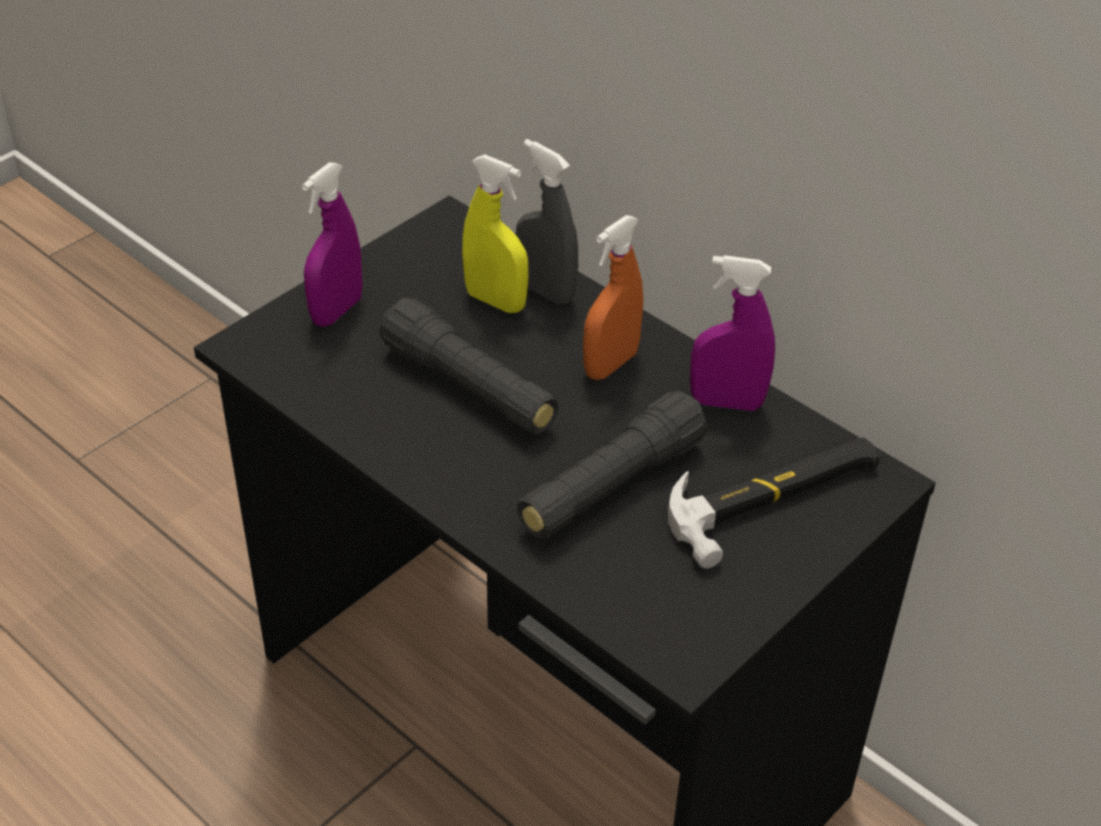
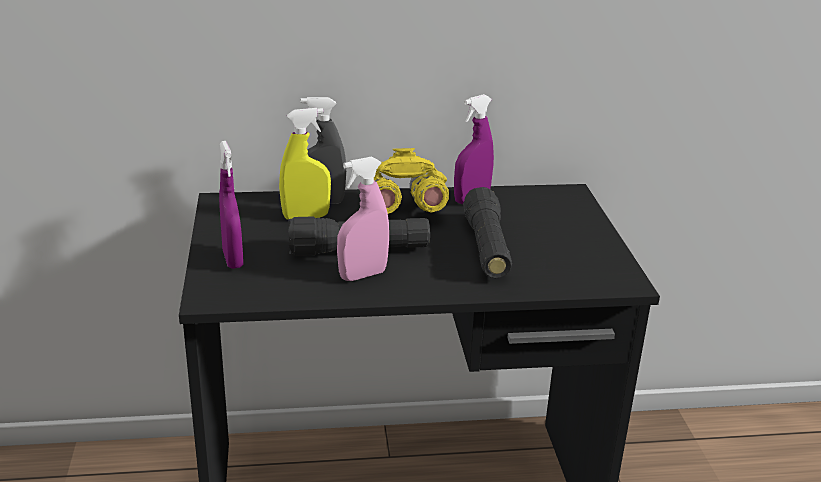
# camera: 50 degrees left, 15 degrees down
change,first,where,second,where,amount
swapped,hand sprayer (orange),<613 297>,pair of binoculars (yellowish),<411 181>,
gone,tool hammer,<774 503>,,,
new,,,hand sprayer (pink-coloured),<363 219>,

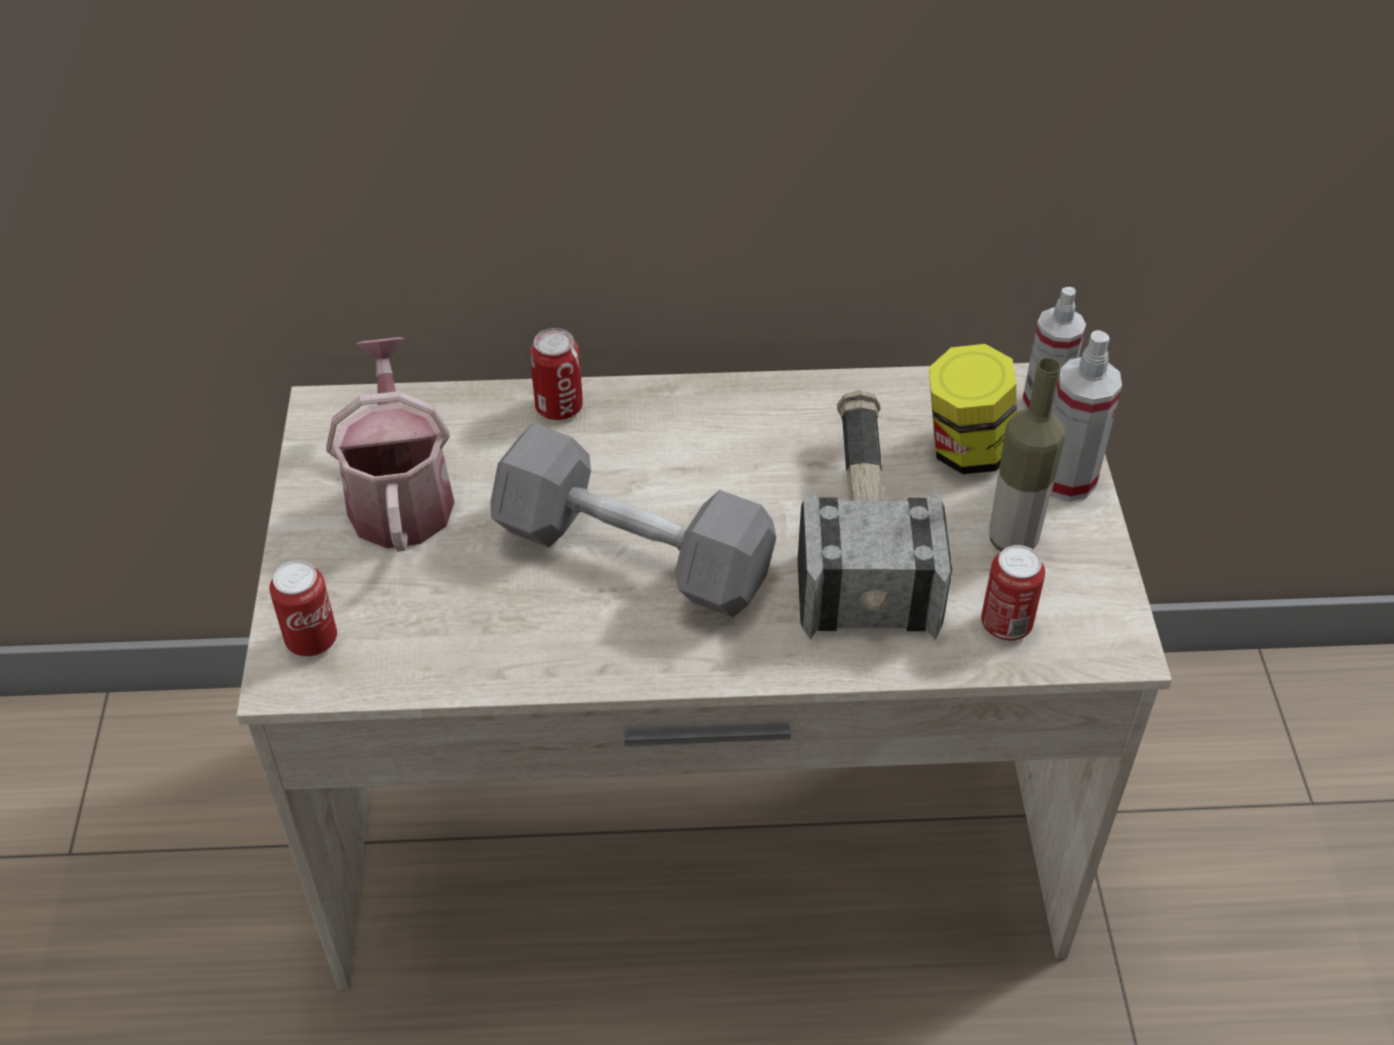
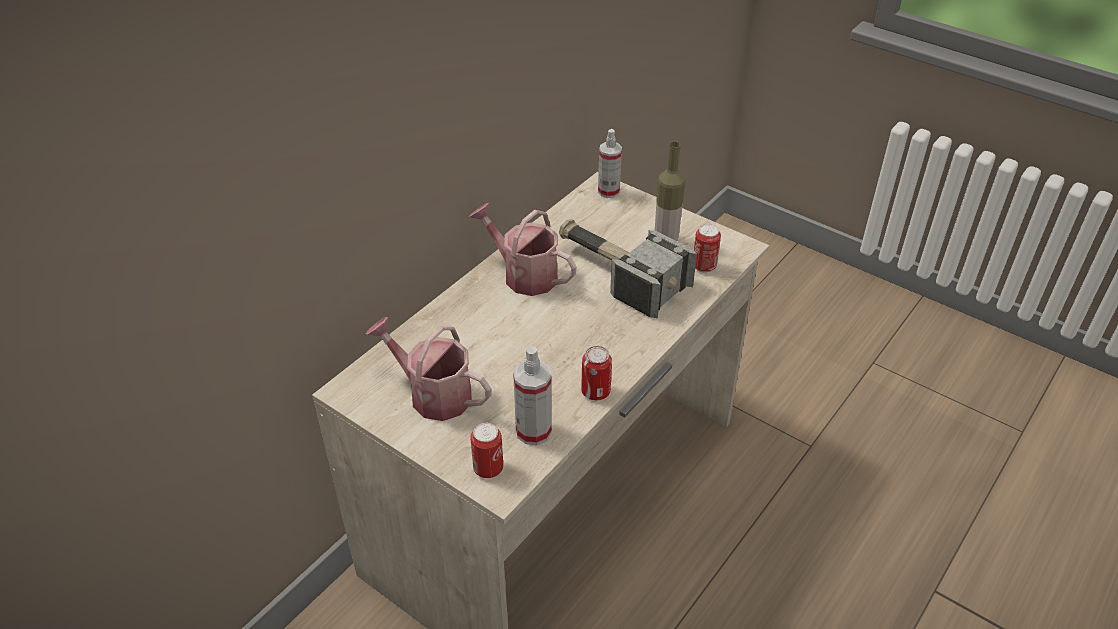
# camera: 50 degrees left, 5 degrees down
change,first,where,second,where,amount
gone,dumbbell (greyish),<633 520>,,,
shifted,can,<556 374>,,<596 373>,
gone,jar,<973 409>,,,
shifted,hand sprayer,<1086 415>,,<532 395>,
new,,,watering can,<523 249>,

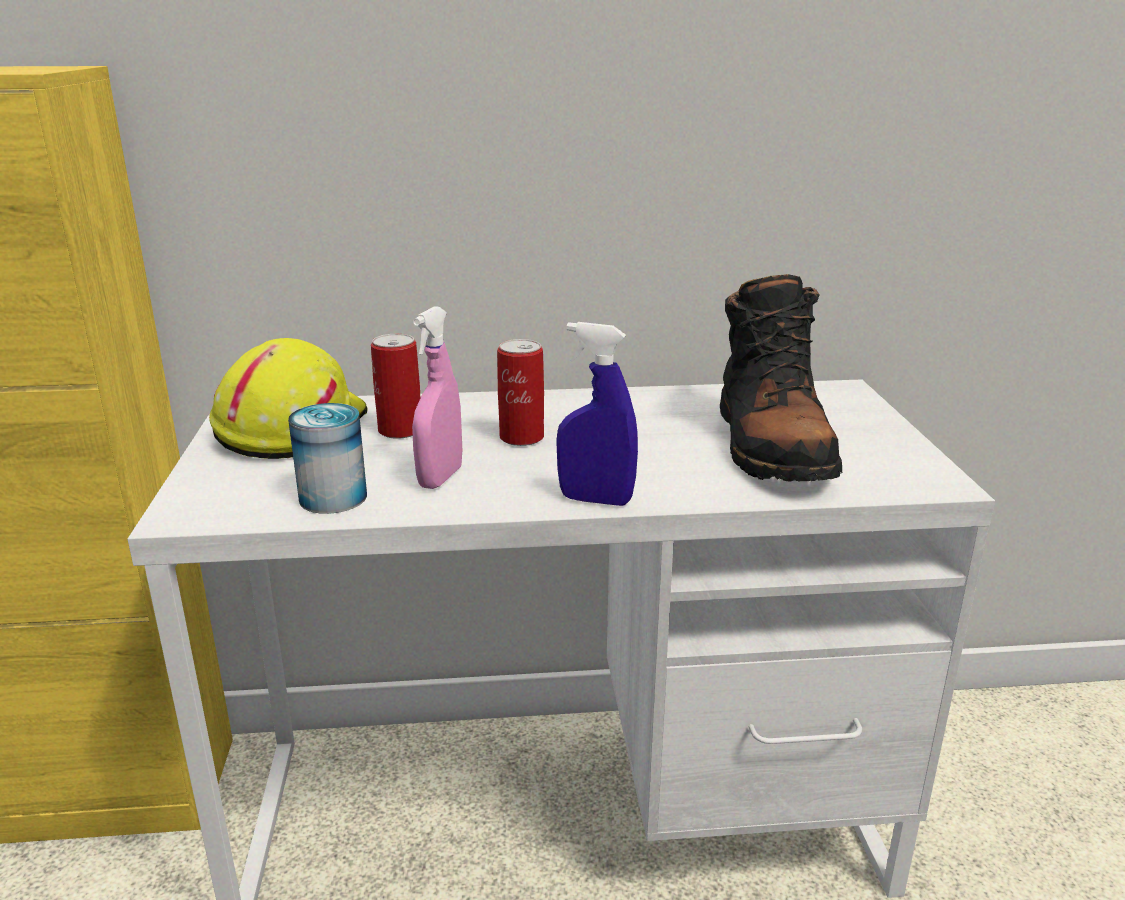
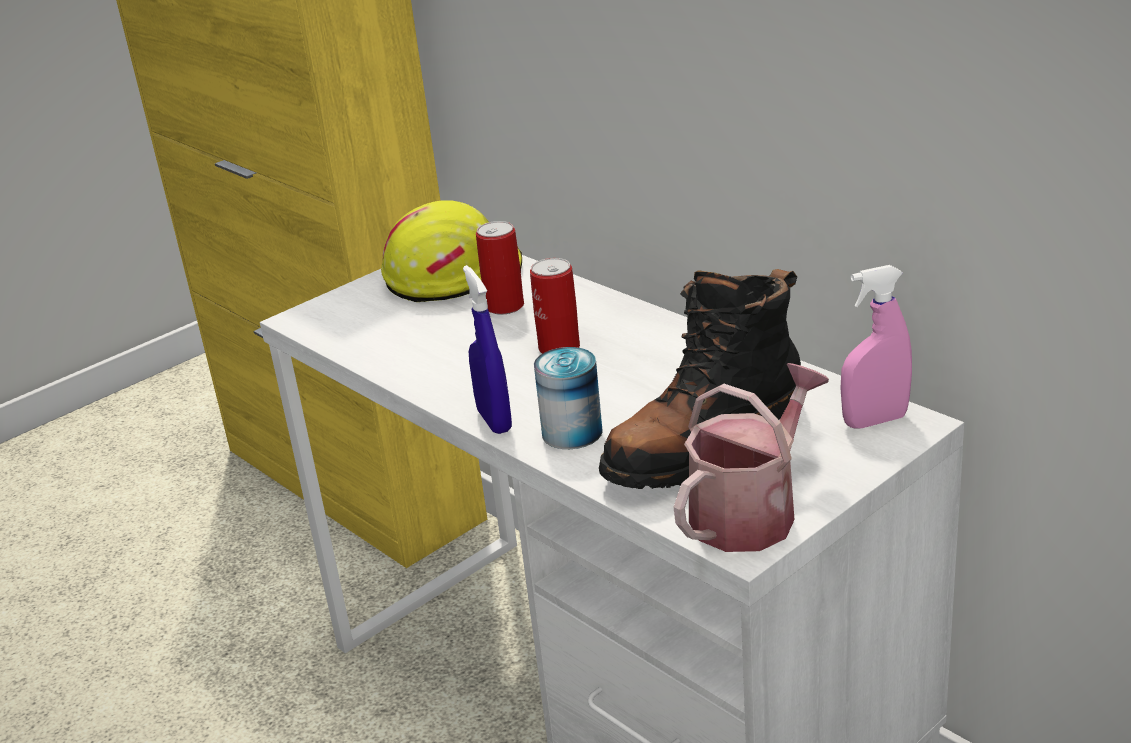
# camera: 55 degrees right, 5 degrees up
change,first,where,second,where,amount
shifted,can,<327 458>,,<568 398>,
shifted,hand sprayer (pink-coloured),<437 397>,,<876 347>,
new,,,watering can,<751 457>,

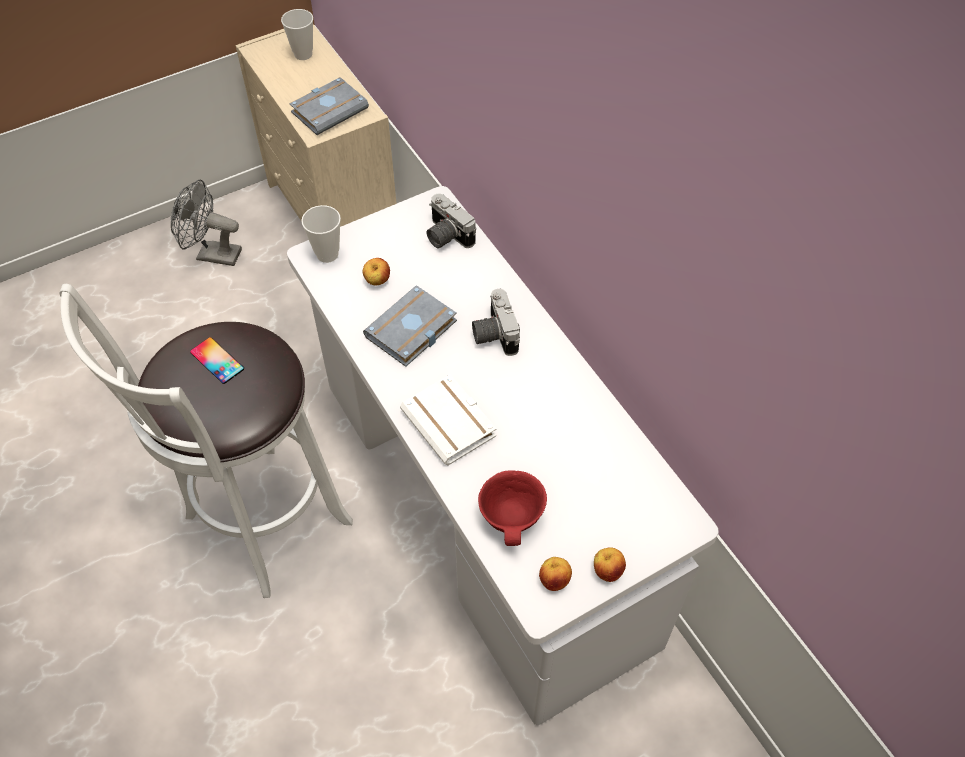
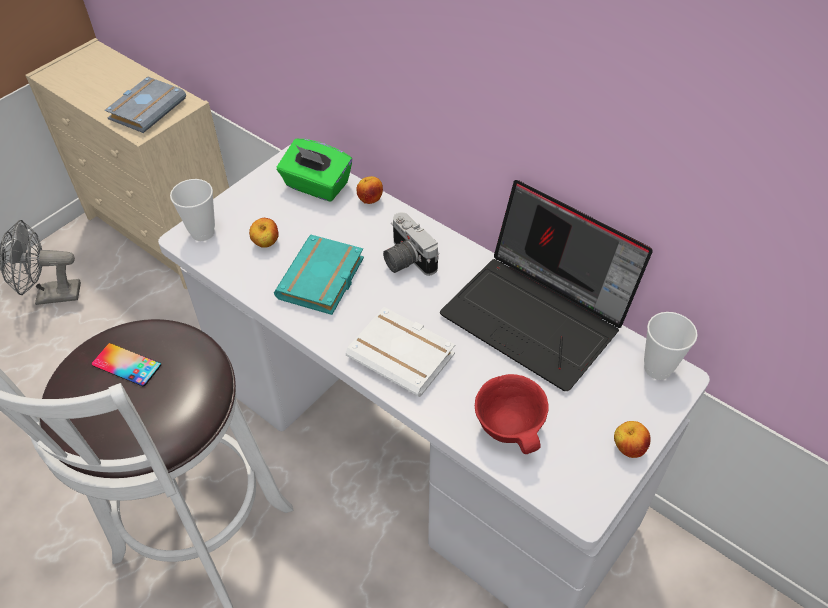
# camera: 20 degrees left, 5 degrees down
change,first,where,second,where,amount
shifted,drinking cup,<297 34>,,<671 346>,
repainted,book (greyish),<410 326>,book (turquoise),<319 275>,
swapped,photo camera,<451 221>,tissue box (greenish),<314 170>,
shifted,whole apple,<555 574>,,<369 190>,
new,,,notebook computer,<546 285>,

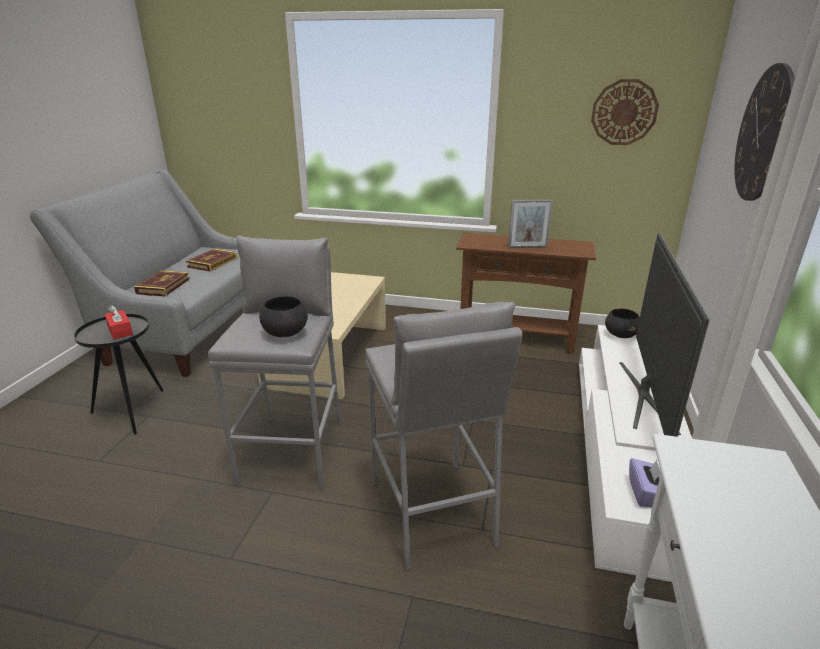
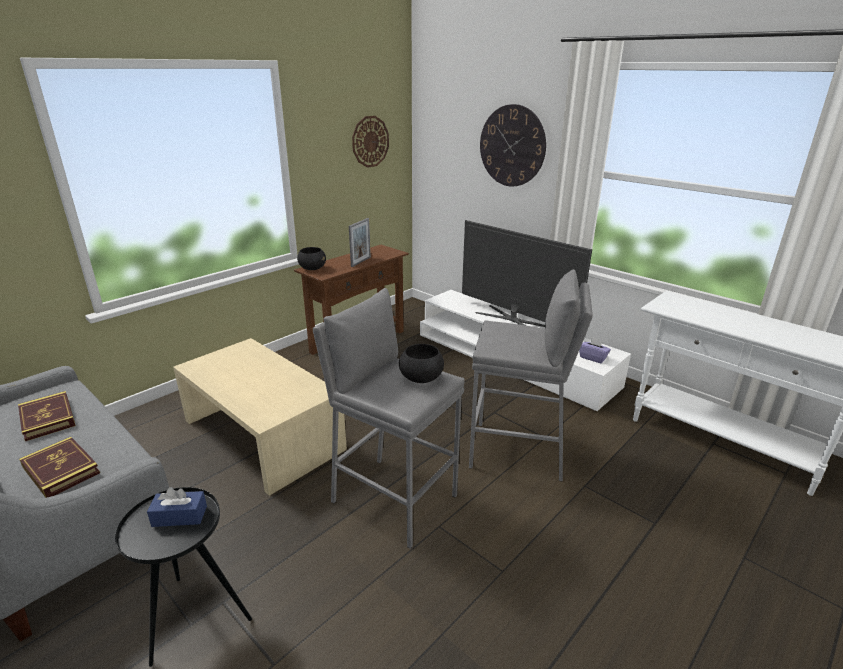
# camera: 60 degrees left, 0 degrees up
change,first,where,second,where,amount
repainted,tissue box (reddish),<118 322>,tissue box (blue),<177 507>,
shifted,deep dish (black-coloured),<622 323>,,<311 258>,

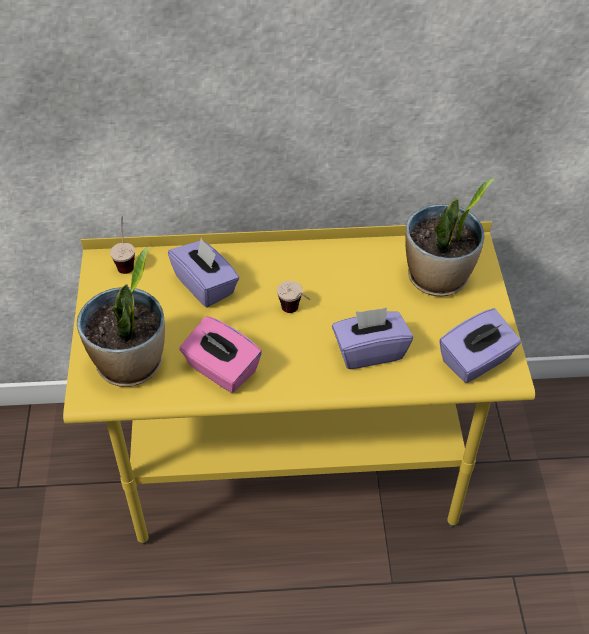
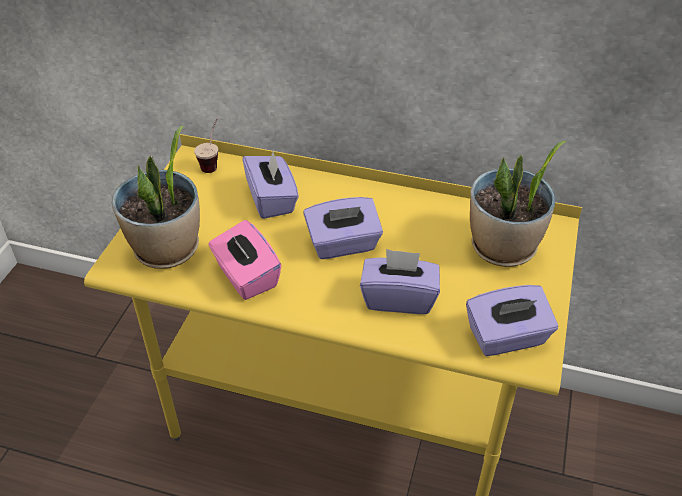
# camera: 20 degrees right, 5 degrees down
change,first,where,second,where,amount
swapped,drinking cup,<293 297>,tissue box (purple),<343 228>,

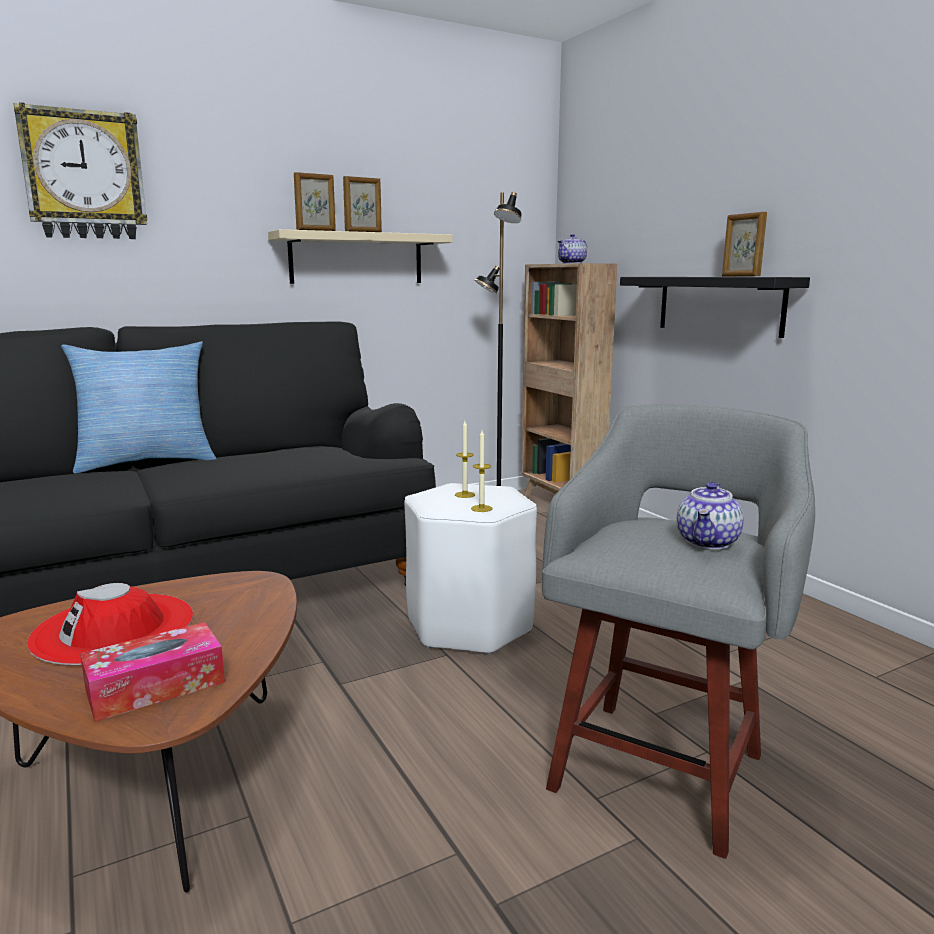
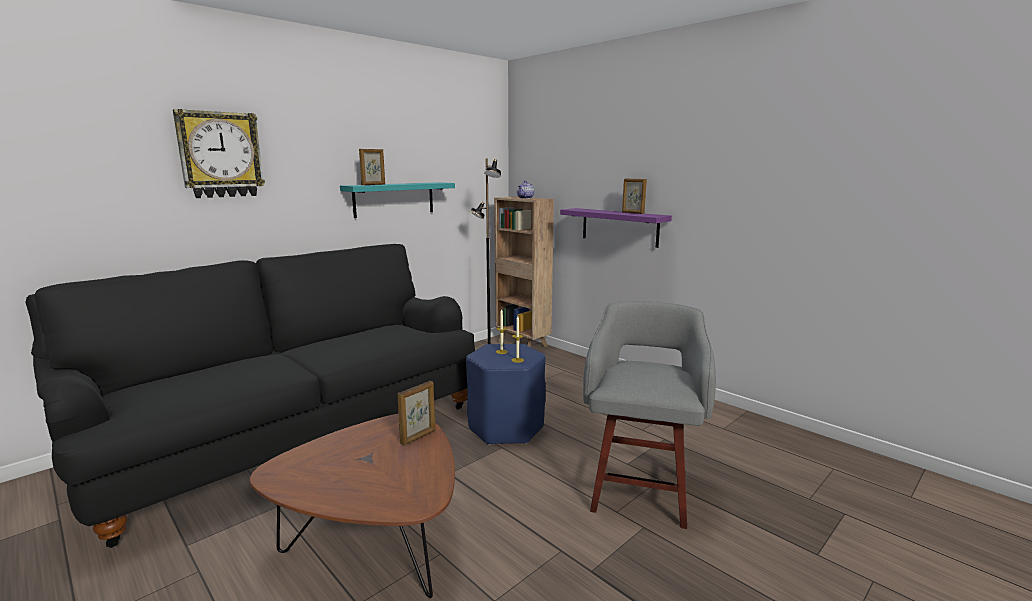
# camera: 15 degrees left, 0 degrees up
change,first,where,second,where,amount
gone,clothing hat (reddish),<110 624>,,,
gone,pillow,<138 407>,,,
gone,tissue box,<152 671>,,,
repainted,shelf (beige-coloured),<360 256>,shelf (turquoise),<397 200>,
shifted,standing frame,<362 204>,,<416 413>,
repainted,stool seat (white-coloured),<470 569>,stool seat (blue),<505 394>,
repainted,shelf (black-coloured),<715 307>,shelf (purple),<616 228>,
gone,pot for tea,<710 515>,,,

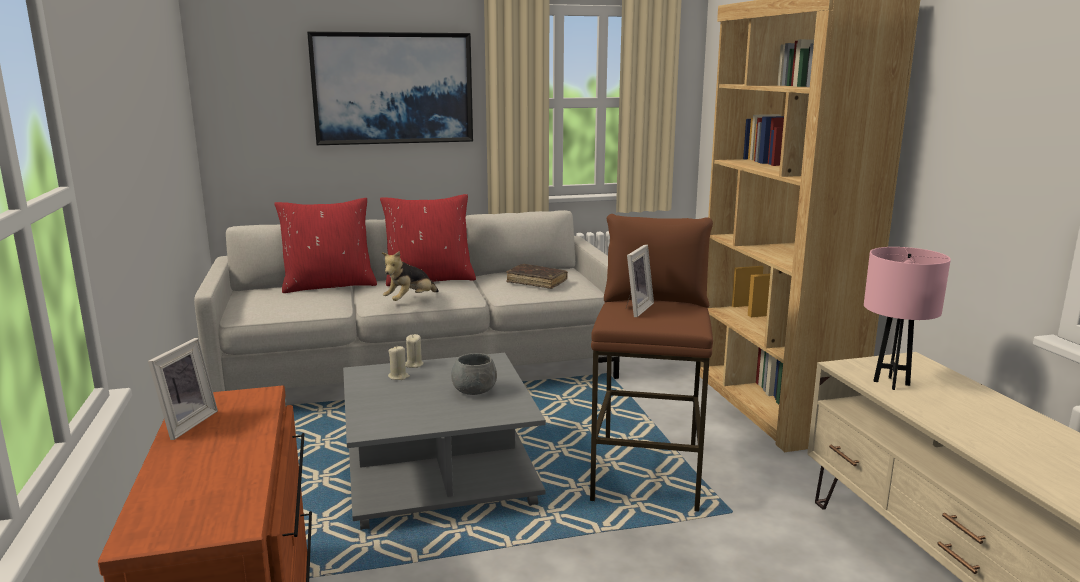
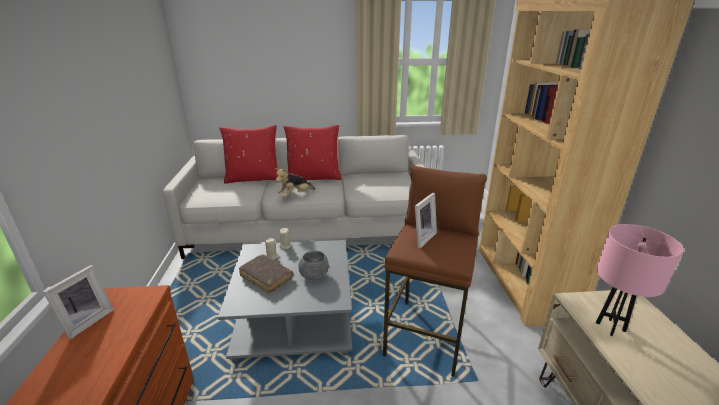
# camera: 10 degrees right, 10 degrees up
change,first,where,second,where,amount
gone,wall art,<390 88>,,,
shifted,book (brown-coloured),<537 276>,,<266 273>,

